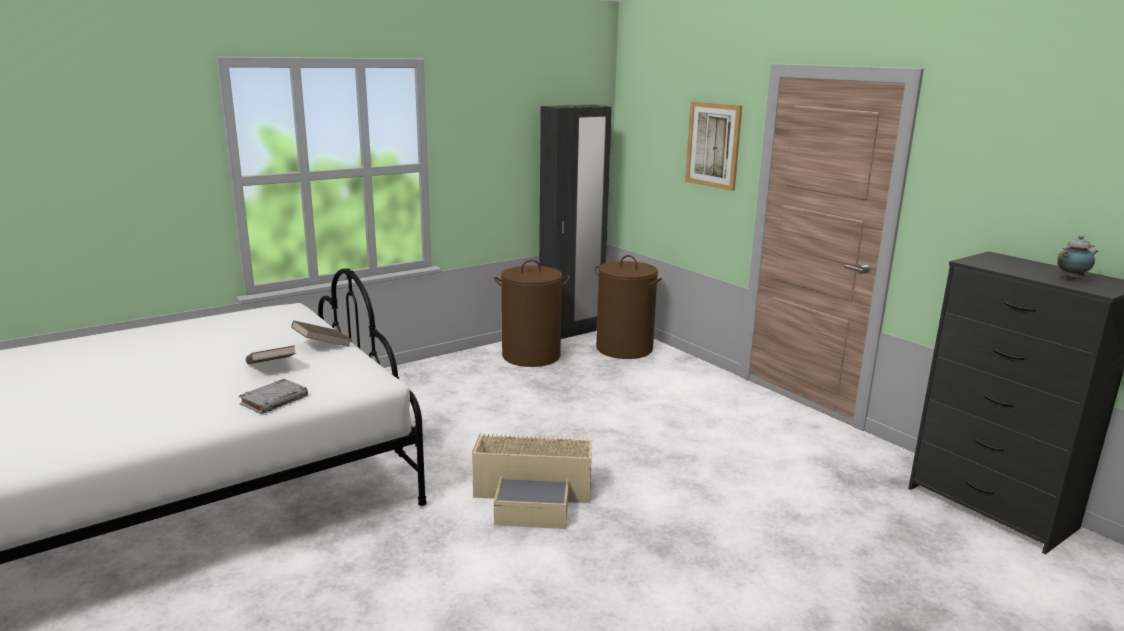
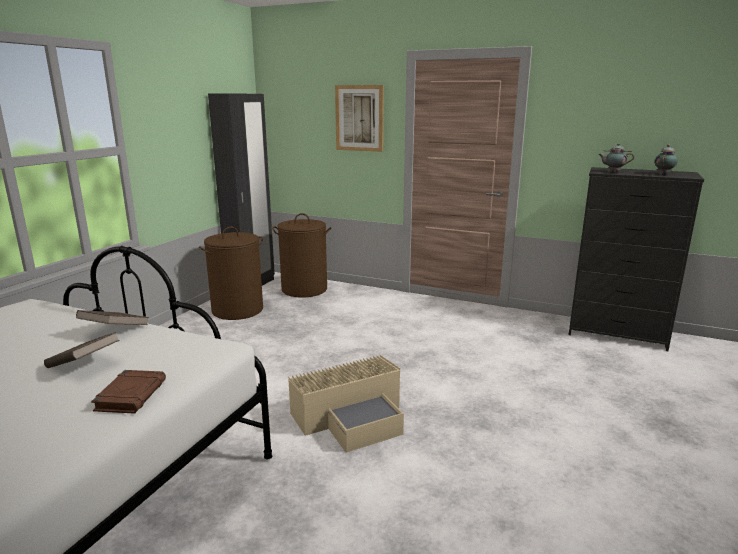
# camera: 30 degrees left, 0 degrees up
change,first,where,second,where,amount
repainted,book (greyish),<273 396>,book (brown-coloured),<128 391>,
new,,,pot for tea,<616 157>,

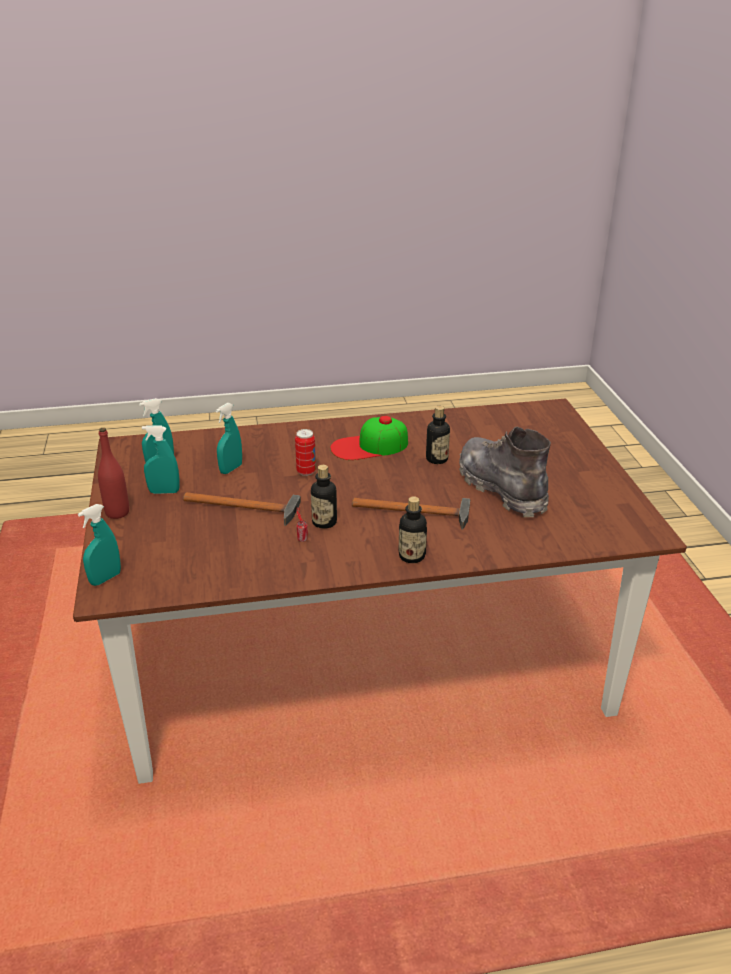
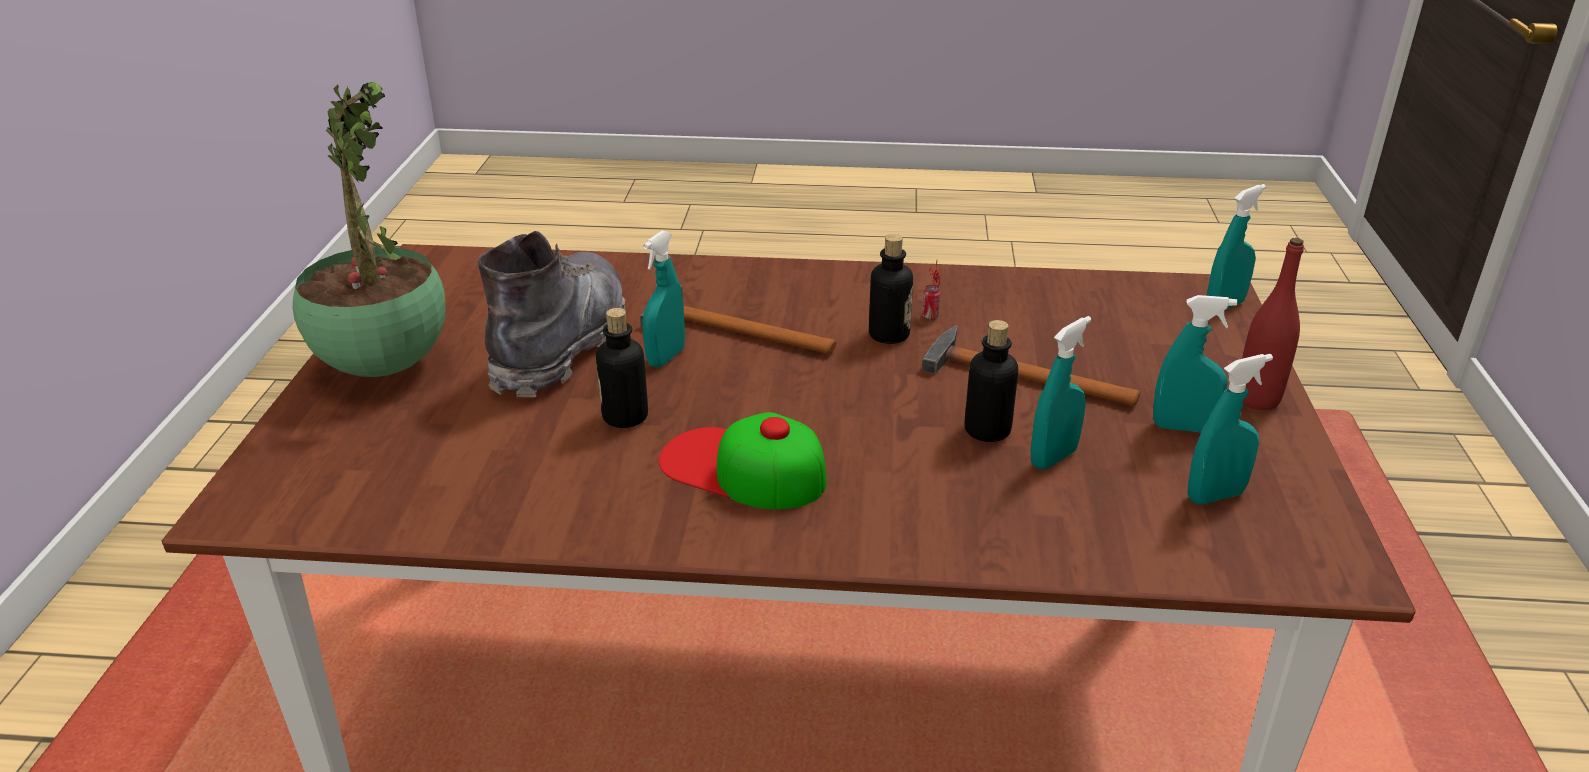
# camera: 165 degrees left, 0 degrees up
change,first,where,second,where,amount
gone,can,<305 452>,,,
rotated,baseball cap,<369 438>,,<743 460>,150 degrees counterclockwise
shifted,beverage bottle,<413 529>,,<991 381>,
rotated,high-top boot (greyish),<505 472>,,<551 314>,150 degrees counterclockwise
new,,,potted plant,<369 229>,
new,,,hand sprayer (turquoise),<664 299>,

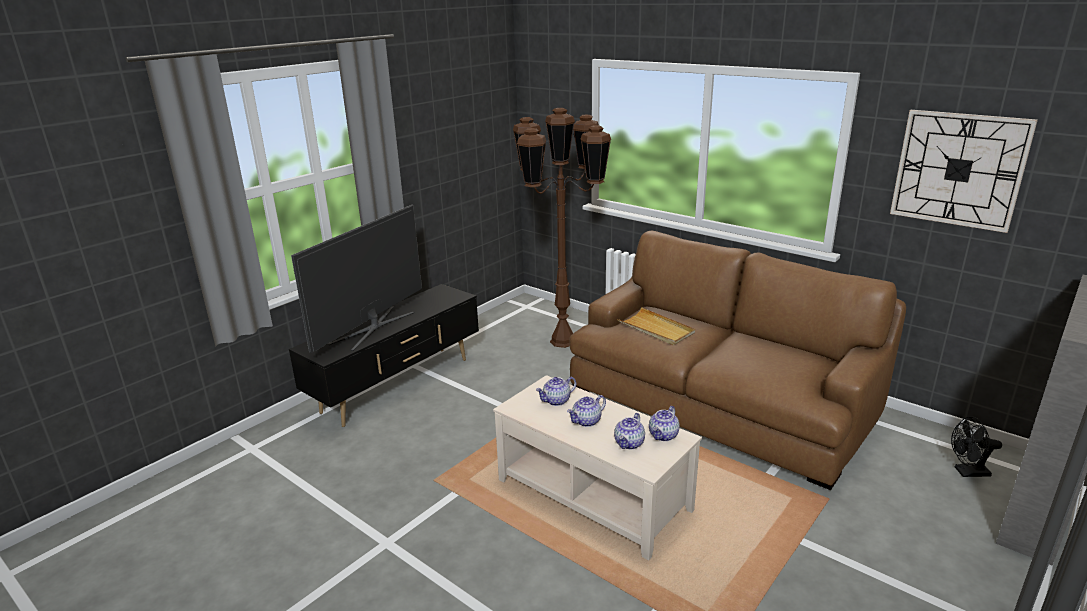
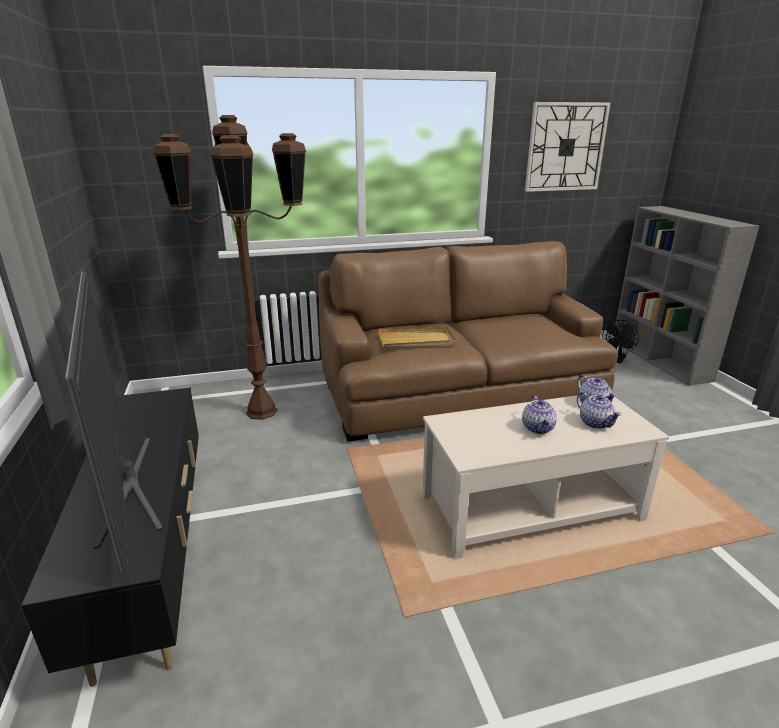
# camera: 55 degrees left, 0 degrees up
change,first,where,second,where,amount
gone,pot for tea,<556 391>,,,

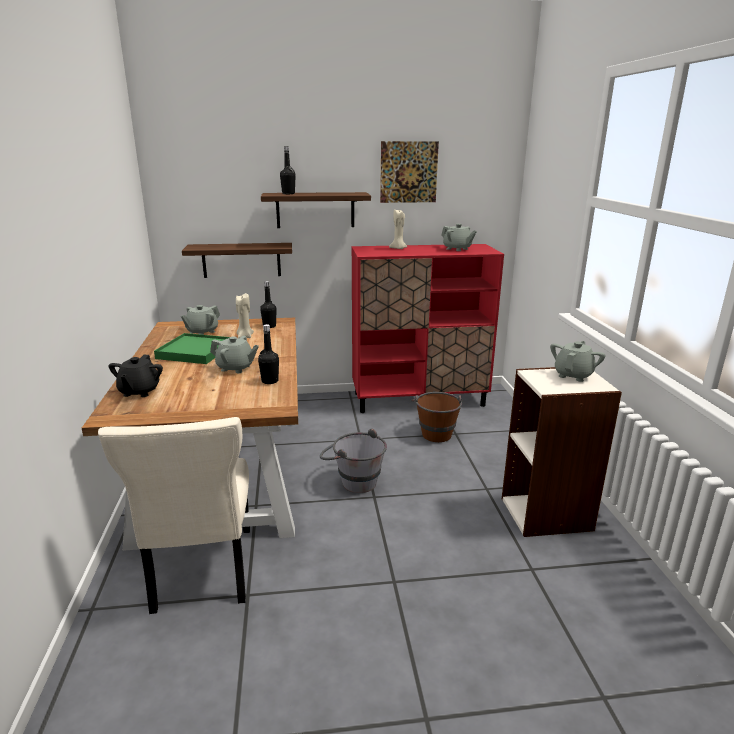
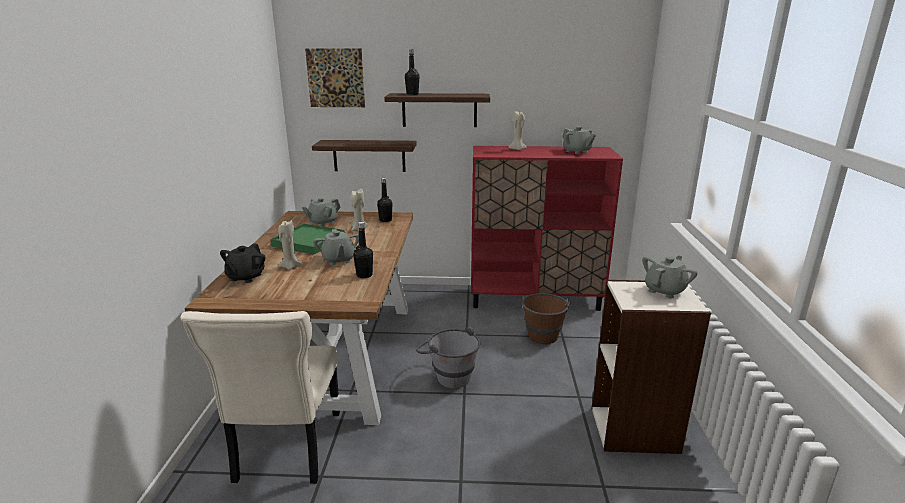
# camera: 10 degrees right, 0 degrees up
change,first,where,second,where,amount
rotated,pot for tea (greyish),<234 354>,,<336 247>,45 degrees clockwise
shifted,wall art,<409 172>,,<335 77>,
new,,,wax candle (beige-coloured),<290 245>,

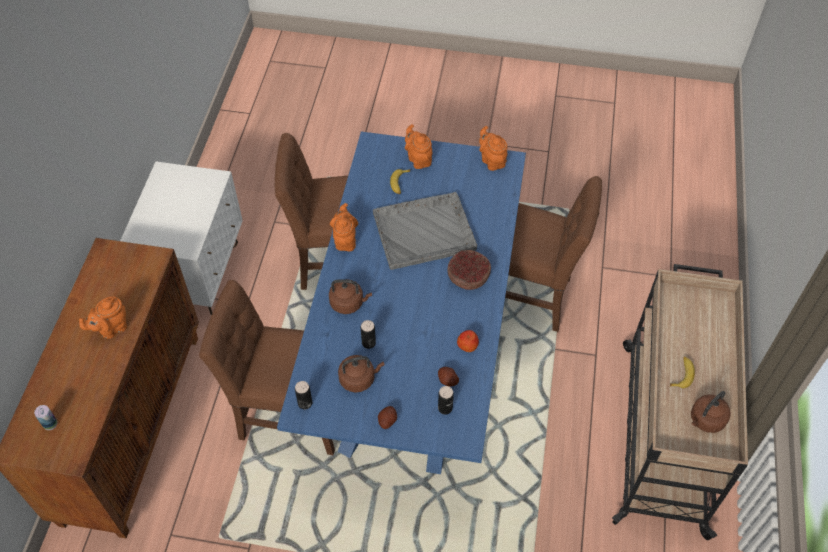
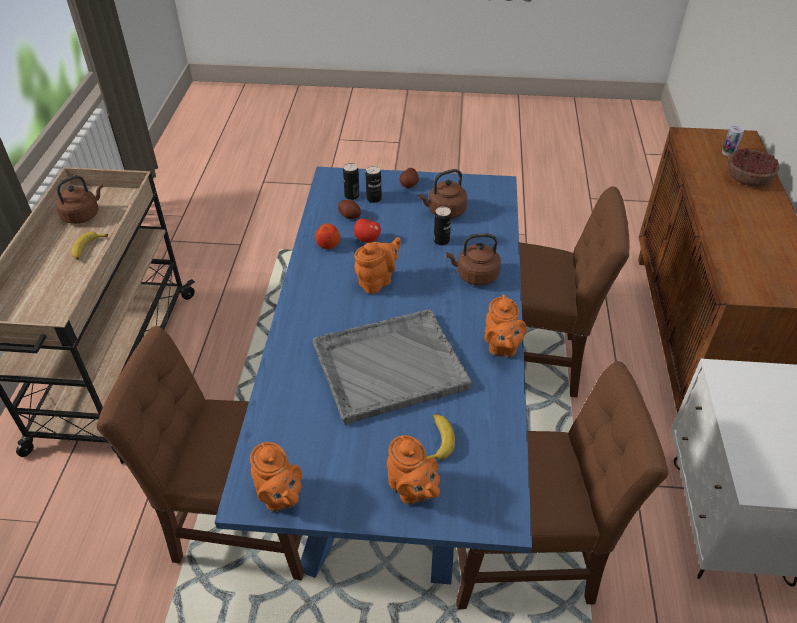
# camera: 175 degrees right, 10 degrees down
change,first,where,second,where,amount
shifted,pot for tea (orange),<103 317>,,<378 265>,
shifted,can,<303 395>,,<374 184>,
shifted,deep dish,<469 270>,,<753 167>,
new,,,whole apple,<367 230>,

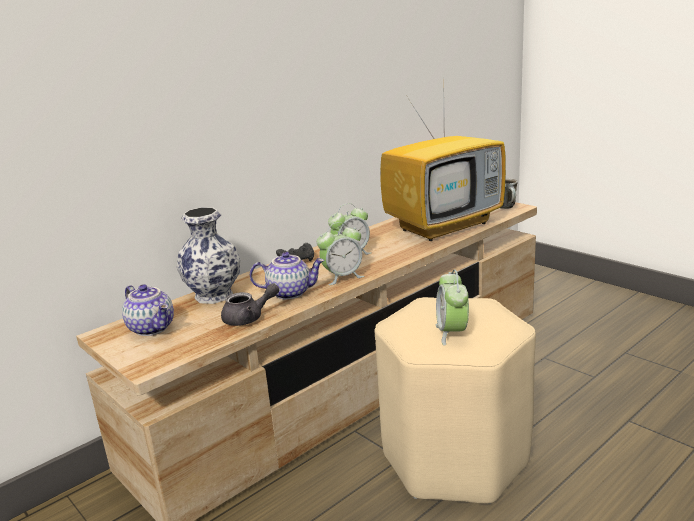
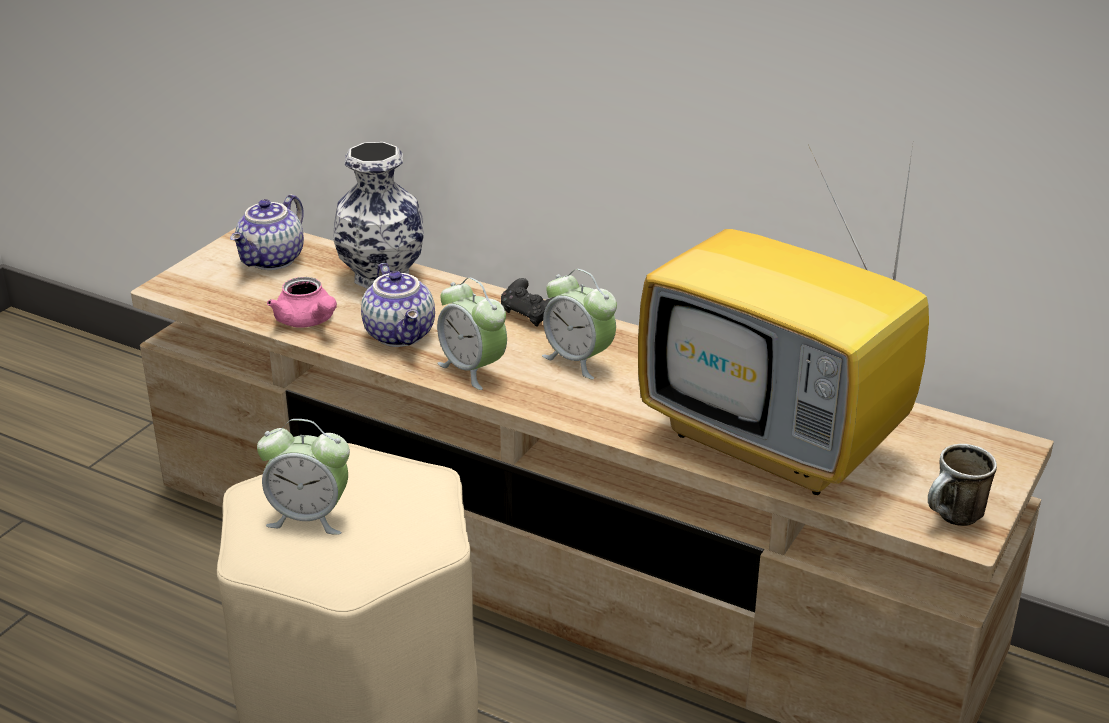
# camera: 70 degrees right, 10 degrees up
change,first,where,second,where,amount
repainted,pot for tea (greyish),<250 304>,pot for tea (pink-coloured),<302 302>,
rotated,table clock,<452 308>,,<303 477>,150 degrees counterclockwise

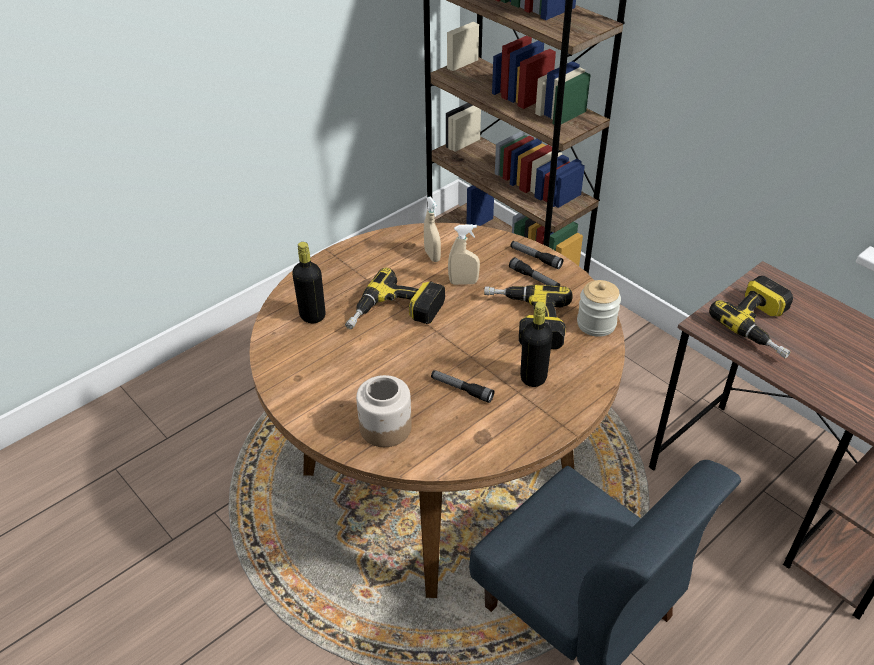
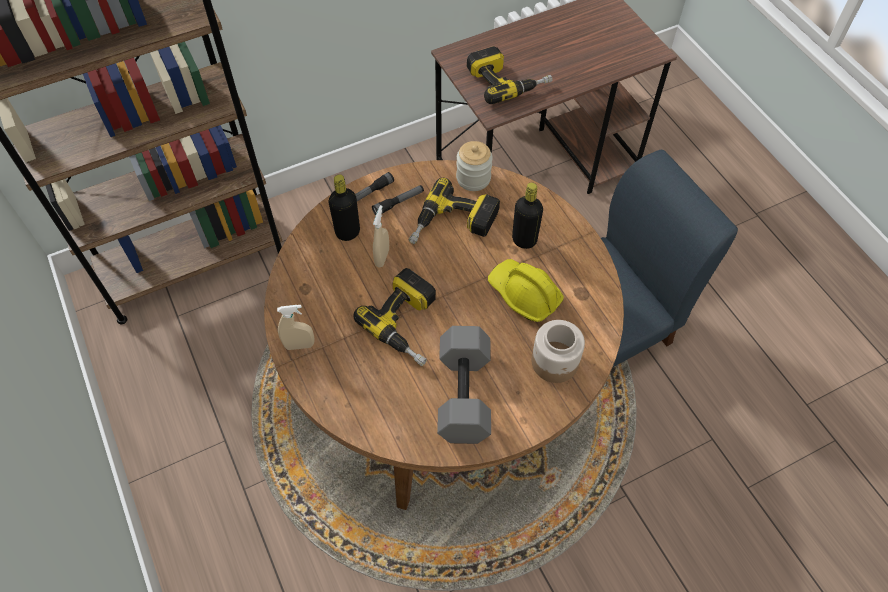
# camera: 75 degrees left, 15 degrees up
change,first,where,second,where,amount
shifted,beverage bottle (black-coloured),<308 282>,,<344 207>,
shifted,hand sprayer (beige-coloured),<432 229>,,<295 327>,
swapped,torch,<462 386>,safety helmet (yellowish),<526 290>,
new,,,dumbbell (greyish),<464 385>,

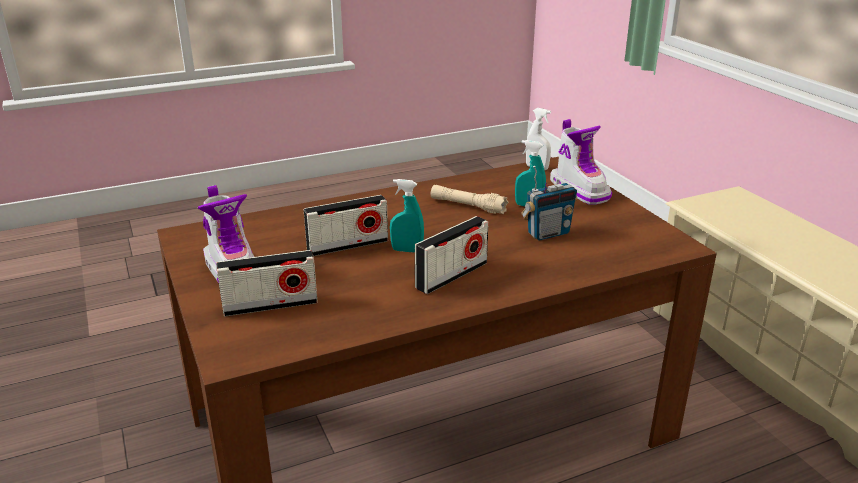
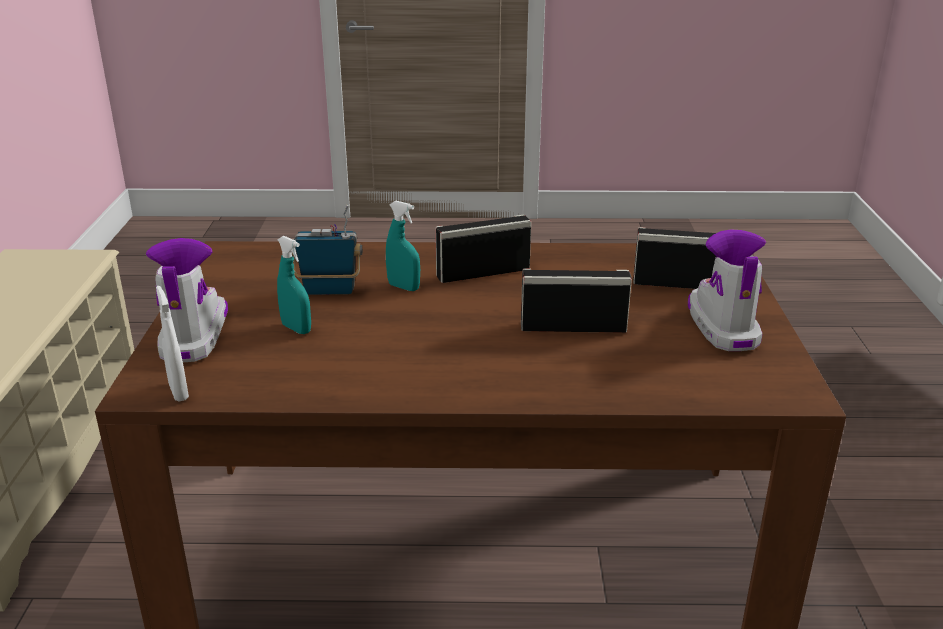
# camera: 155 degrees left, 0 degrees up
change,first,where,second,where,amount
shifted,hand sprayer (turquoise),<407 215>,,<403 246>,
gone,torch (beige-coloured),<469 199>,,,

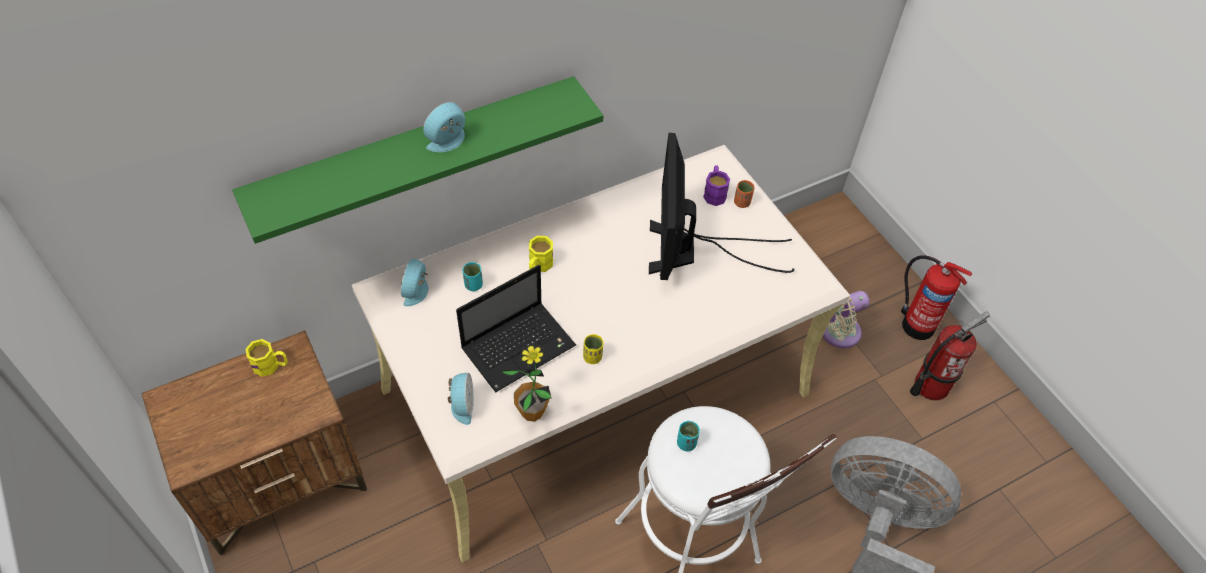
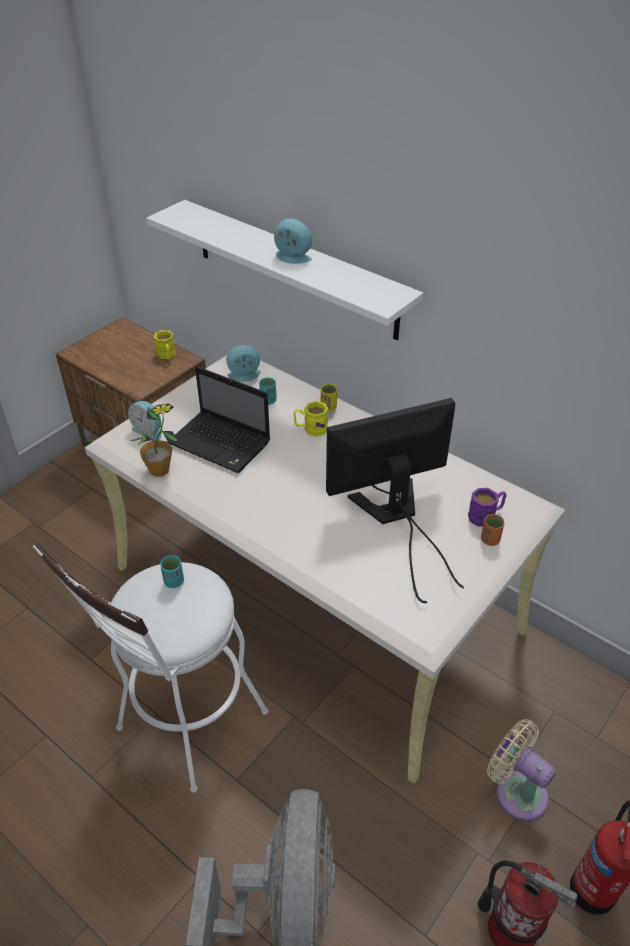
# camera: 70 degrees right, 10 degrees down
change,first,where,second,where,amount
repainted,shelf (greenish),<418 160>,shelf (white-coloured),<284 270>,
rotated,table clock,<461 399>,,<145 420>,60 degrees clockwise
shifted,drinking cup (yellowish),<593 349>,,<329 397>,

